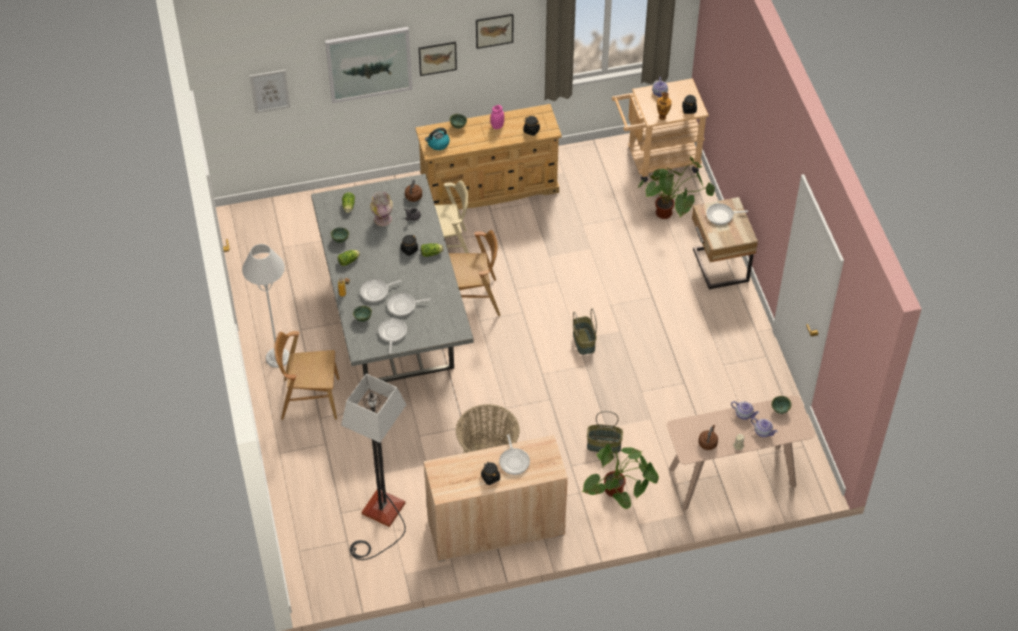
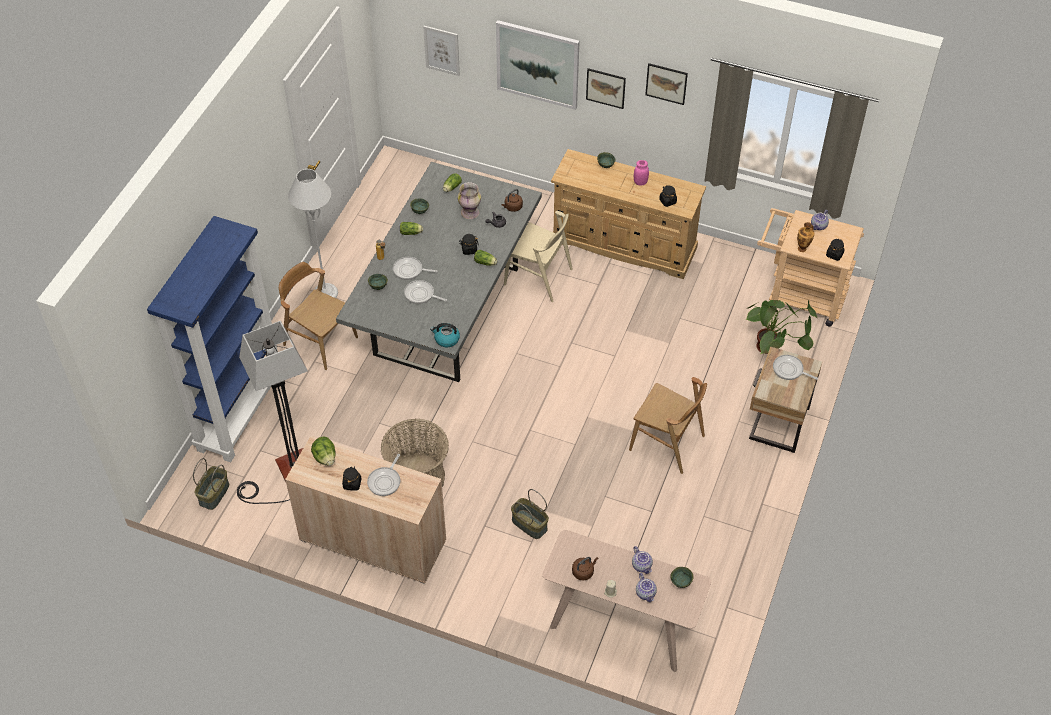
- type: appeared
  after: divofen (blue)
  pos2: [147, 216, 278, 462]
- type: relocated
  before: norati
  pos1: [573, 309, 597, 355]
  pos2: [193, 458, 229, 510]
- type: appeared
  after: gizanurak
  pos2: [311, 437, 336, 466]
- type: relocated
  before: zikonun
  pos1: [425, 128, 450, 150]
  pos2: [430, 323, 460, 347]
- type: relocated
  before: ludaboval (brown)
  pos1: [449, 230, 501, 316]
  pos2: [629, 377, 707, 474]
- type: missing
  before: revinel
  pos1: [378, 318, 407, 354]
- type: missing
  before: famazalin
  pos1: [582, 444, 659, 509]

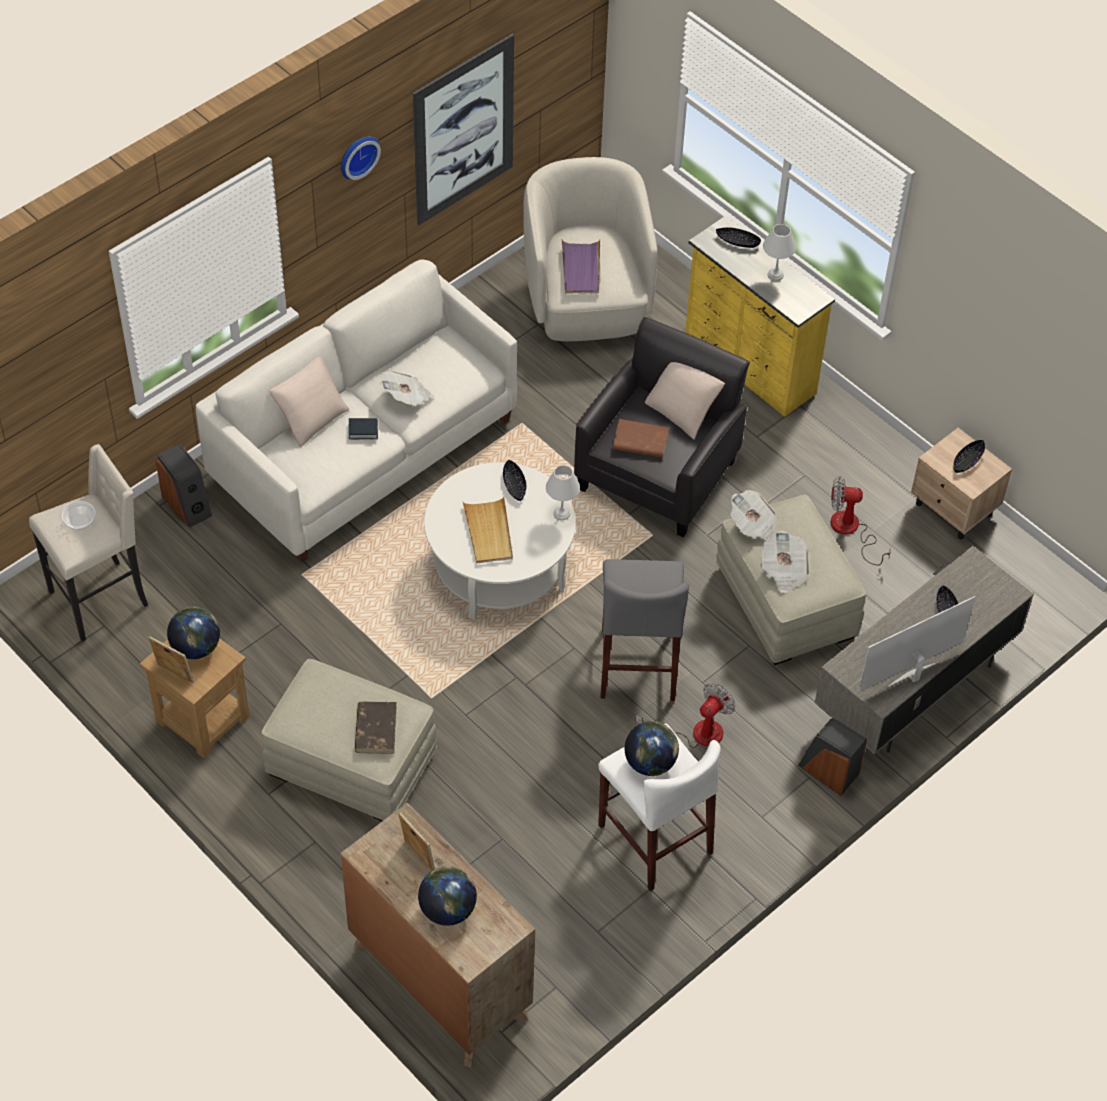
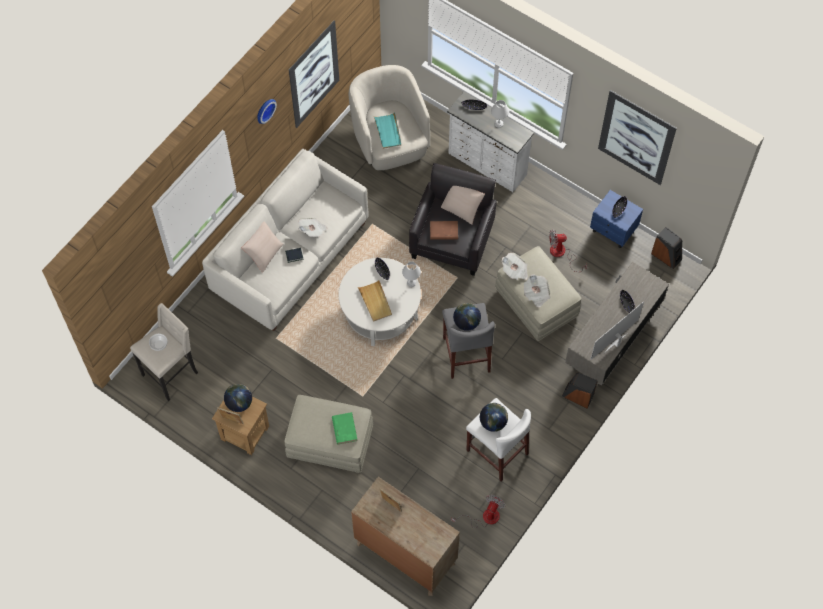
- type: colour
  before: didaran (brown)
  after: didaran (green)
  pos1: [355, 701, 397, 754]
  pos2: [332, 412, 357, 444]
- type: colour
  before: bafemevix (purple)
  after: bafemevix (turquoise)
  pos1: [562, 240, 600, 294]
  pos2: [374, 112, 401, 149]
- type: colour
  before: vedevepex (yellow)
  after: vedevepex (white)
  pos1: [685, 216, 835, 417]
  pos2: [447, 92, 534, 192]
- type: relocated
  before: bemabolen
  pos1: [636, 683, 735, 748]
  pos2: [451, 495, 505, 528]
- type: relocated
  before: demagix
  pos1: [418, 866, 477, 926]
  pos2: [453, 303, 481, 331]
- type: colour
  before: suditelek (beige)
  after: suditelek (blue)
  pos1: [911, 428, 1012, 539]
  pos2: [590, 190, 643, 248]
- type: appeared
  after: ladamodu
  pos2: [598, 90, 677, 185]
- type: relocated
  before: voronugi
  pos1: [156, 444, 212, 527]
  pos2: [651, 227, 682, 269]

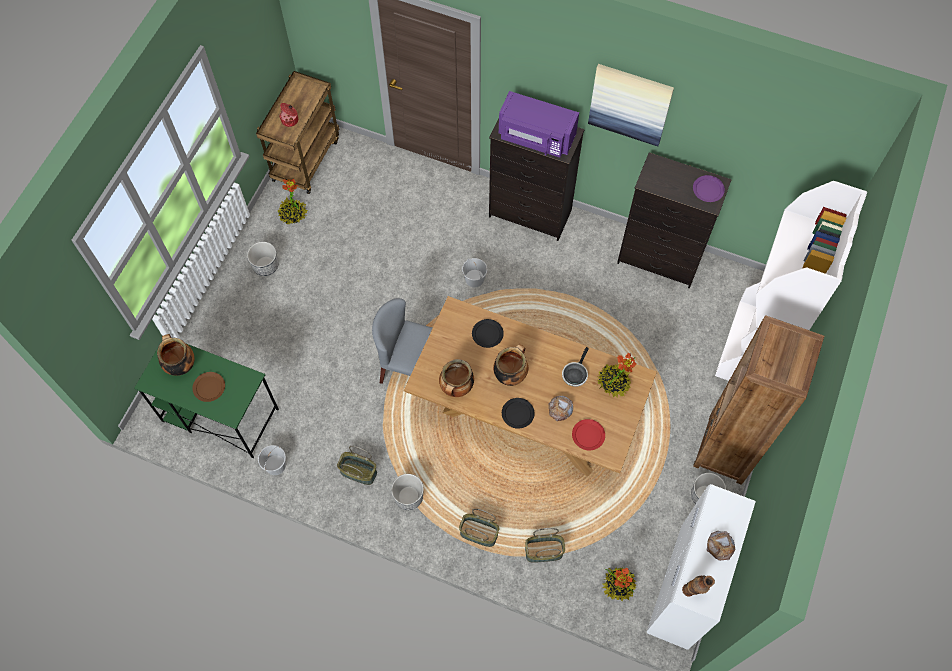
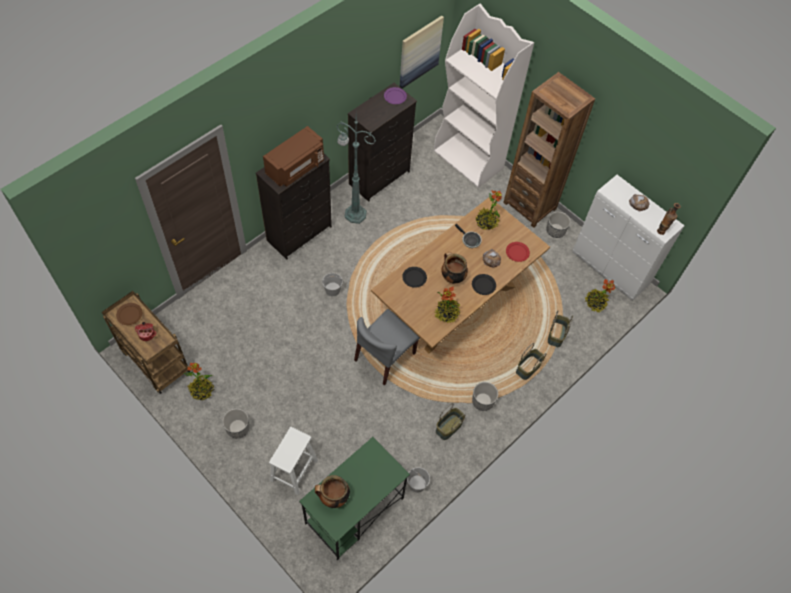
- type: relocated
  before: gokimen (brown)
  pos1: [192, 372, 225, 402]
  pos2: [116, 303, 142, 325]
- type: colour
  before: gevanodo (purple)
  after: gevanodo (brown)
  pos1: [499, 91, 579, 158]
  pos2: [263, 126, 324, 187]
- type: appeared
  after: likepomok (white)
  pos2: [269, 427, 318, 495]
- type: appeared
  after: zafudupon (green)
  pos2: [336, 115, 376, 224]
- type: relocated
  before: ladamodu
  pos1: [588, 64, 674, 146]
  pos2: [400, 16, 444, 89]
- type: exchanged
  before: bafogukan
  after: famazalin
  pos1: [439, 359, 474, 397]
  pos2: [434, 286, 461, 323]

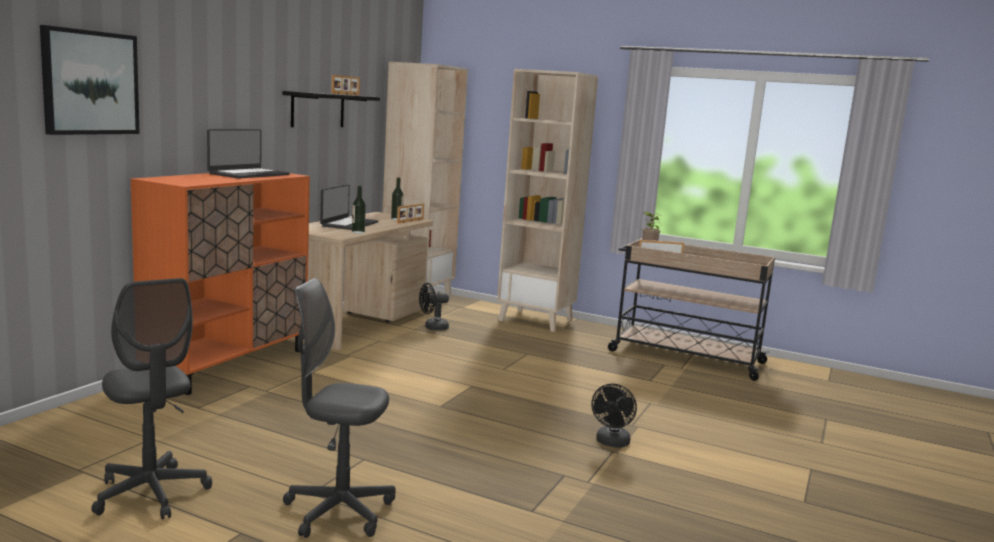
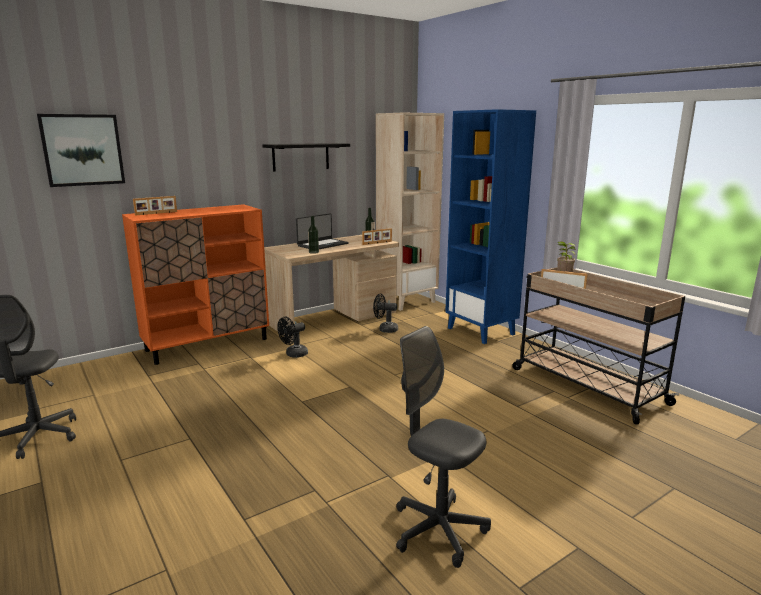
- type: relocated
  before: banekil
  pos1: [331, 75, 360, 95]
  pos2: [133, 196, 177, 216]
- type: relocated
  before: bemabolen (black)
  pos1: [591, 384, 637, 448]
  pos2: [277, 317, 308, 358]
- type: relocated
  before: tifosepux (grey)
  pos1: [283, 278, 396, 538]
  pos2: [396, 326, 491, 568]
- type: colour
  before: divofen (beige)
  after: divofen (blue)
  pos1: [497, 69, 598, 332]
  pos2: [445, 109, 536, 344]
- type: missing
  before: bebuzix
  pos1: [207, 129, 289, 178]

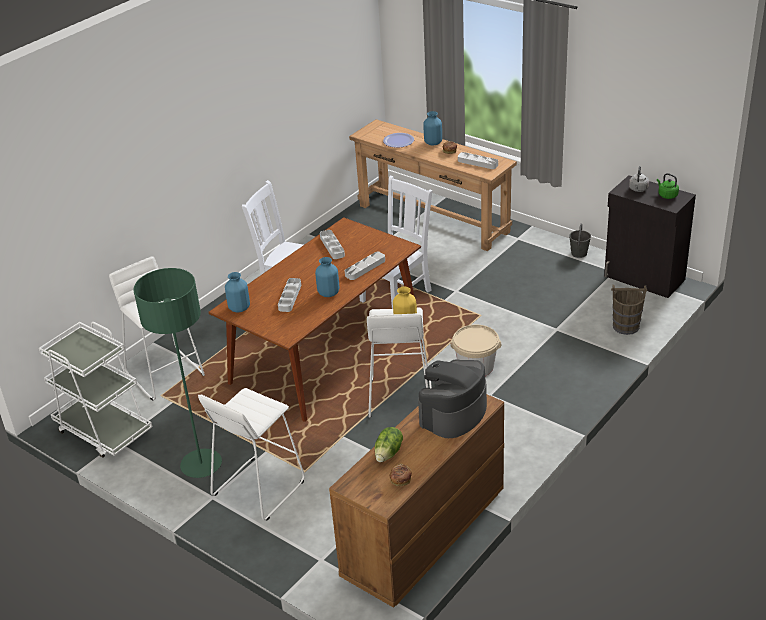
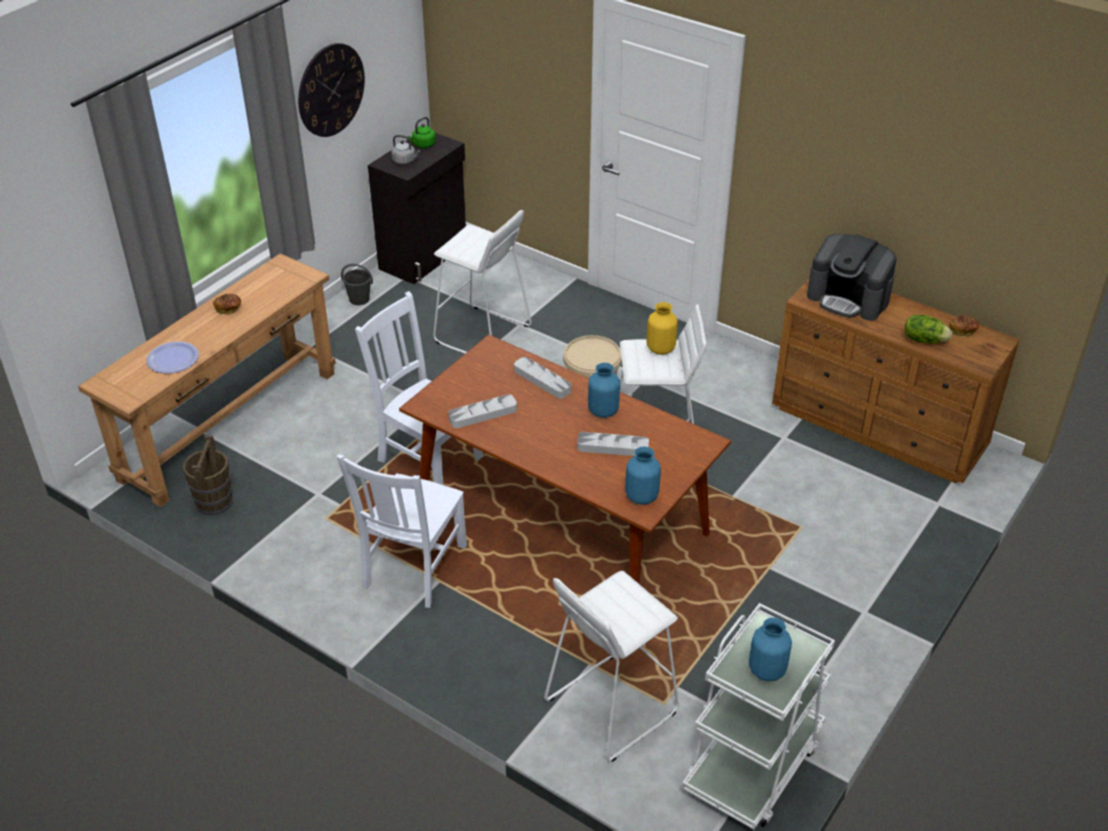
- type: relocated
  before: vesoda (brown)
  pos1: [611, 285, 647, 335]
  pos2: [183, 436, 233, 515]
- type: appeared
  after: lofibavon
  pos2: [298, 43, 365, 137]
- type: relocated
  before: likepomok (white)
  pos1: [198, 388, 305, 521]
  pos2: [433, 210, 532, 354]
- type: relocated
  before: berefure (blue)
  pos1: [423, 111, 442, 145]
  pos2: [749, 617, 792, 681]
- type: missing
  before: zafudupon (green)
  pos1: [133, 268, 222, 478]
- type: missing
  before: bafemevix (grey)
  pos1: [458, 152, 498, 169]

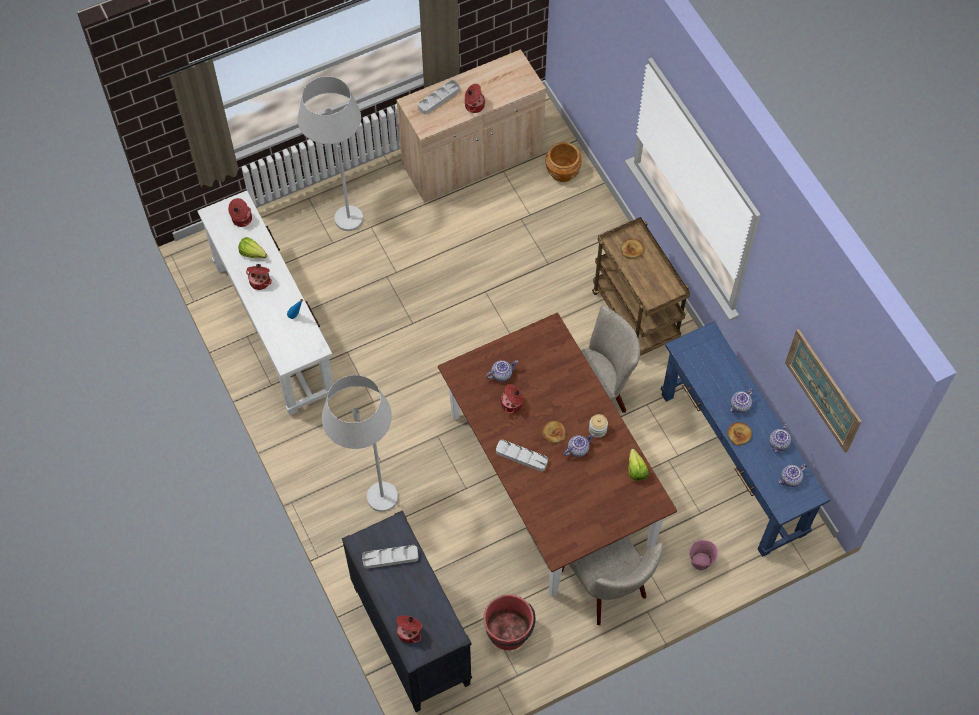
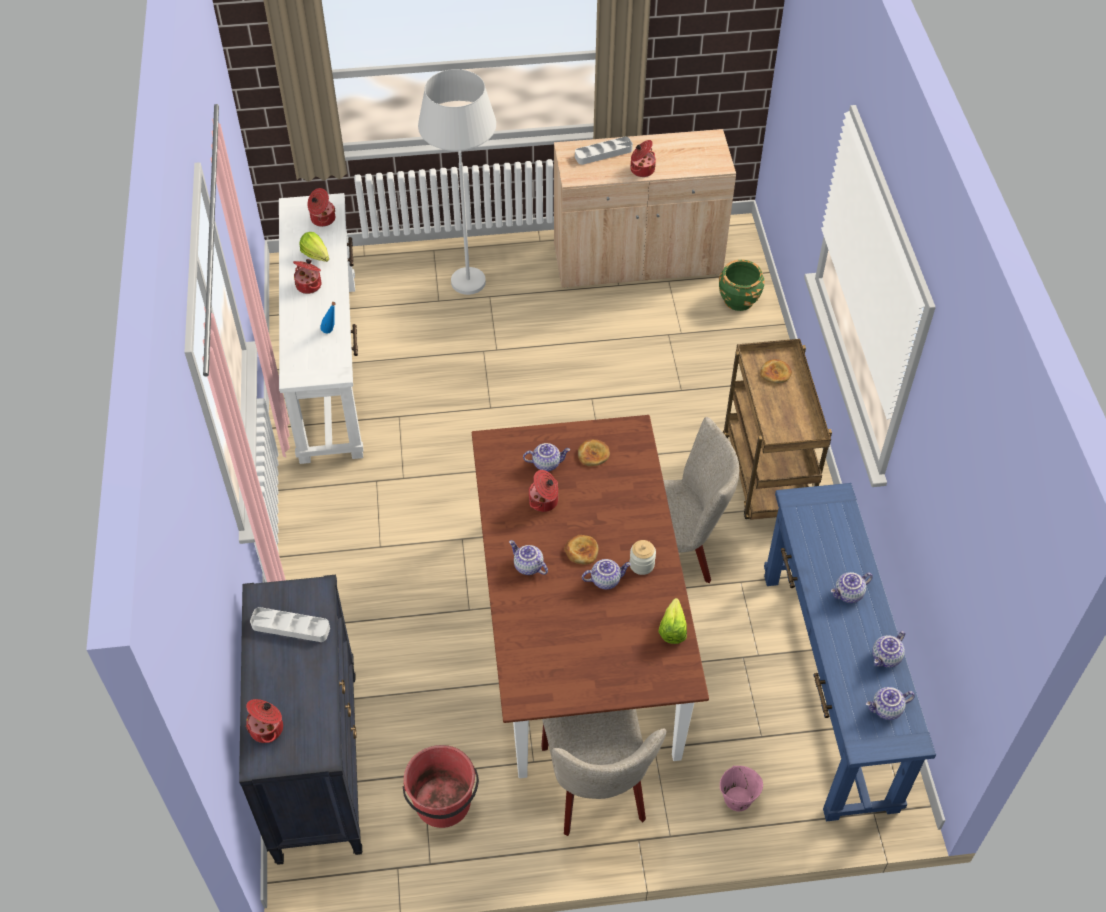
- type: exchanged
  before: bafemevix (grey)
  after: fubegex
  pos1: [496, 440, 548, 472]
  pos2: [509, 540, 548, 575]
- type: relocated
  before: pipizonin
  pos1: [727, 422, 752, 446]
  pos2: [578, 439, 610, 466]
- type: colour
  before: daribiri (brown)
  after: daribiri (green)
  pos1: [545, 142, 582, 182]
  pos2: [719, 260, 765, 311]
- type: missing
  before: zafudupon (white)
  pos1: [322, 375, 398, 512]
- type: missing
  before: ladamodu
  pos1: [785, 329, 862, 453]

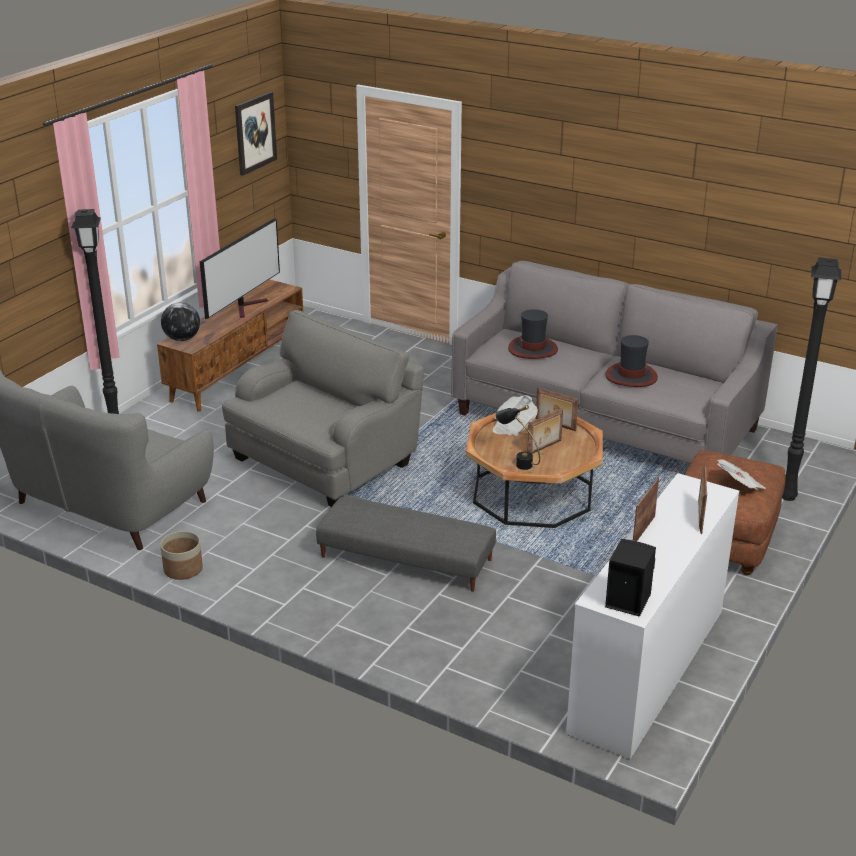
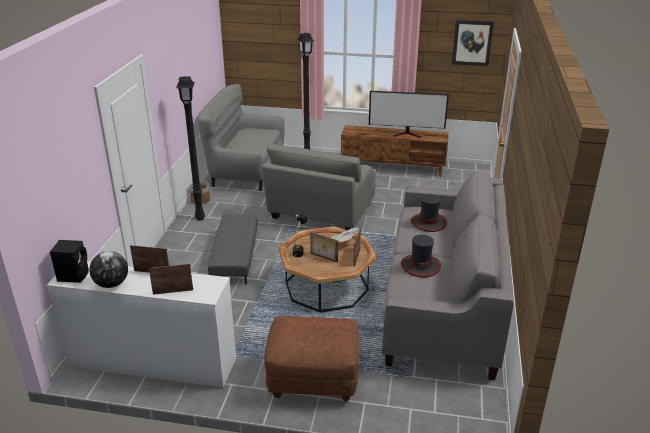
- type: relocated
  before: demagix
  pos1: [161, 302, 200, 341]
  pos2: [89, 251, 128, 288]
- type: relocated
  before: zafudupon (black)
  pos1: [782, 257, 841, 501]
  pos2: [176, 76, 205, 221]
- type: spun
  before: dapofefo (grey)
  pos1: [222, 310, 424, 507]
  pos2: [262, 144, 376, 230]
  turn: 90
- type: missing
  before: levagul
  pos1: [717, 459, 766, 490]

